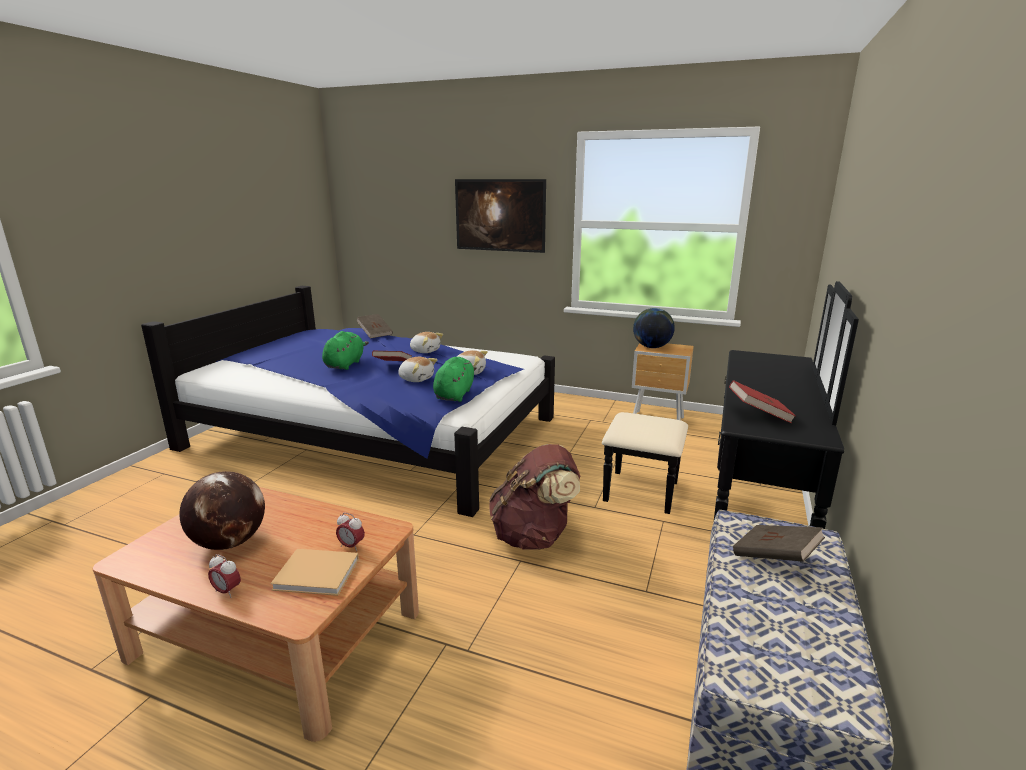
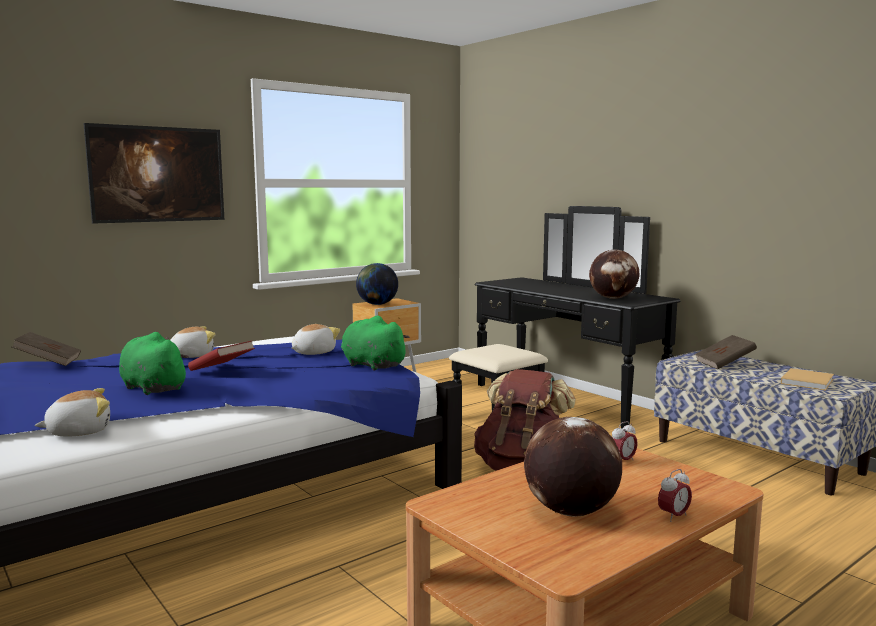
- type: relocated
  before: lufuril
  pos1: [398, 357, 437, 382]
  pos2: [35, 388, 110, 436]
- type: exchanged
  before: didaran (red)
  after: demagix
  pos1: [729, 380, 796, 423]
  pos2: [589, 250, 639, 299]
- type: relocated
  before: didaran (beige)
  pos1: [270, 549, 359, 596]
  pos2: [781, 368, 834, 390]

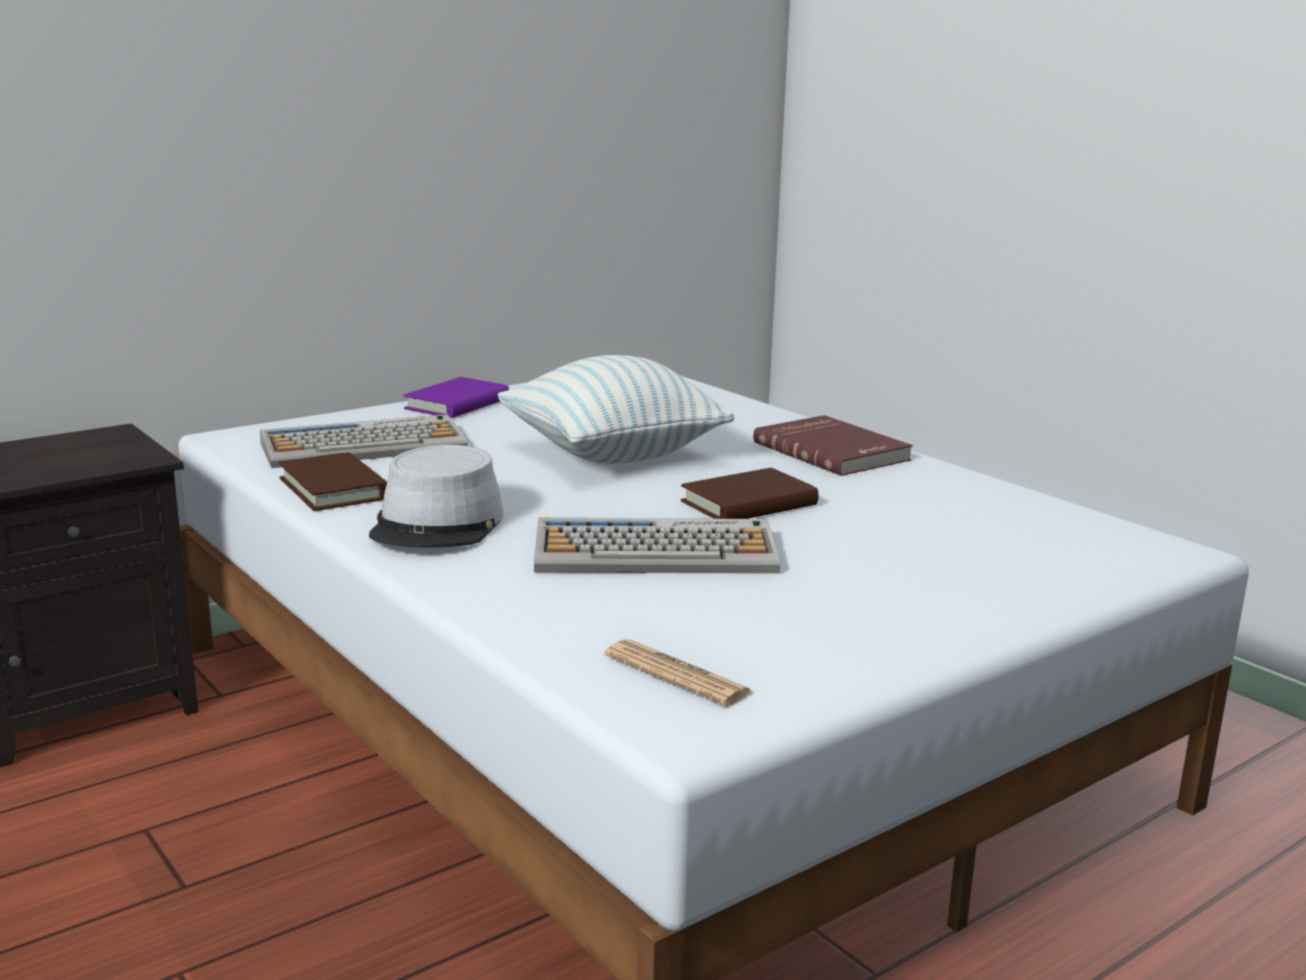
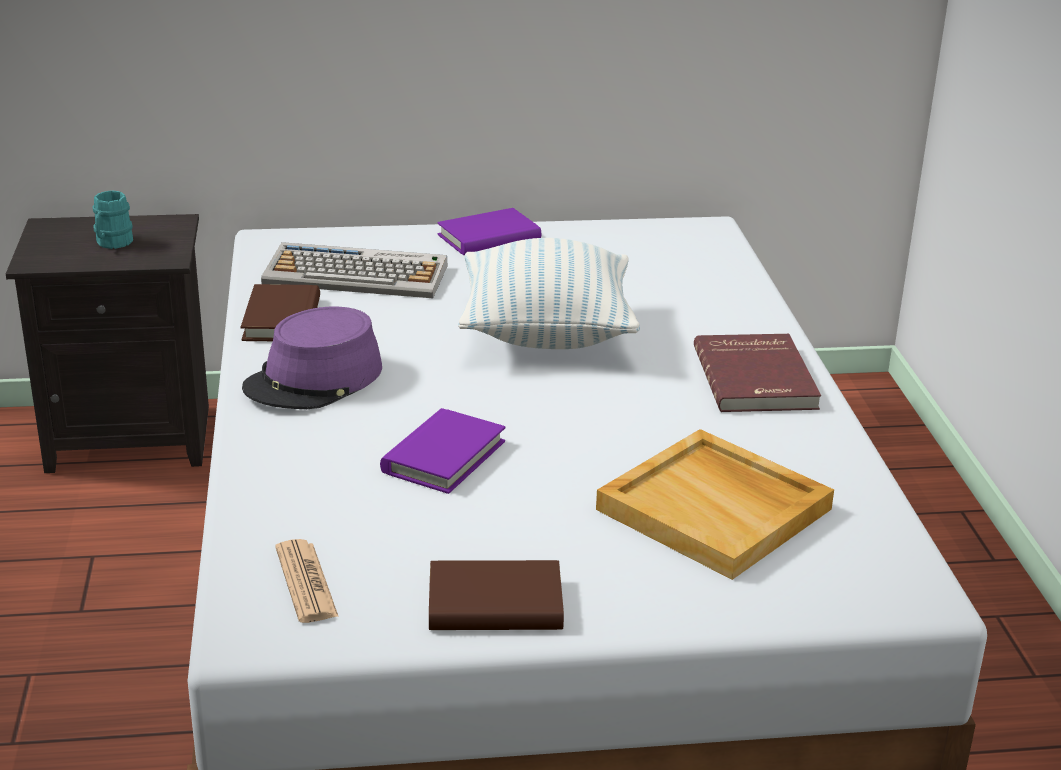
- type: appeared
  after: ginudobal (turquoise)
  pos2: [93, 190, 133, 249]
- type: colour
  before: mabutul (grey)
  after: mabutul (purple)
  pos1: [369, 445, 503, 548]
  pos2: [242, 307, 382, 409]
- type: exchanged
  before: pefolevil
  after: didaran (purple)
  pos1: [534, 518, 781, 574]
  pos2: [380, 408, 506, 494]
- type: relocated
  before: didaran (brown)
  pos1: [681, 468, 819, 519]
  pos2: [429, 560, 564, 630]
- type: appeared
  after: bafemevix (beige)
  pos2: [596, 429, 834, 580]

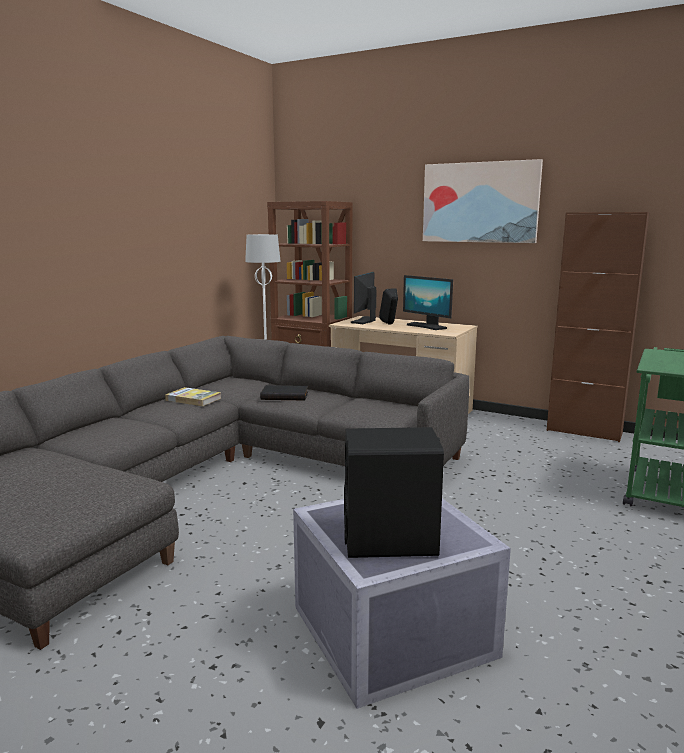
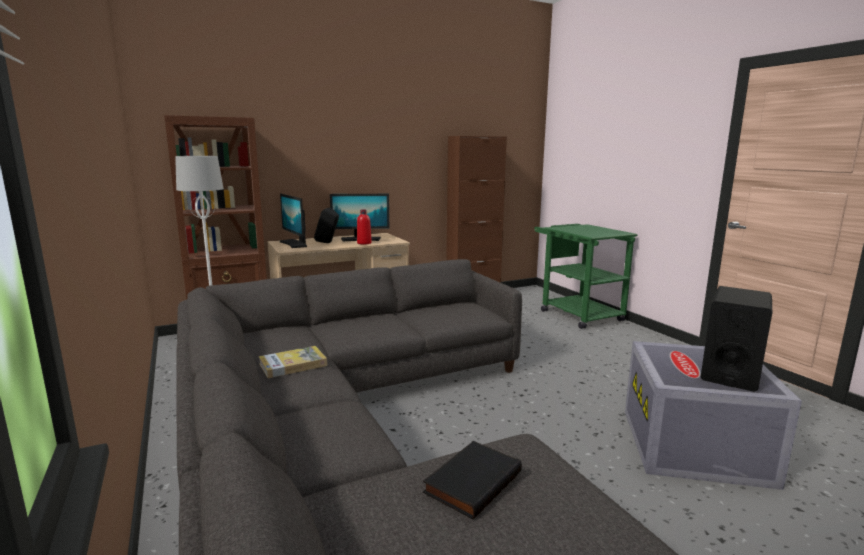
- type: appeared
  after: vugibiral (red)
  pos2: [357, 210, 372, 244]
- type: relocated
  before: didaran (black)
  pos1: [260, 385, 308, 400]
  pos2: [423, 441, 522, 520]
- type: missing
  before: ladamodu
  pos1: [423, 159, 543, 243]

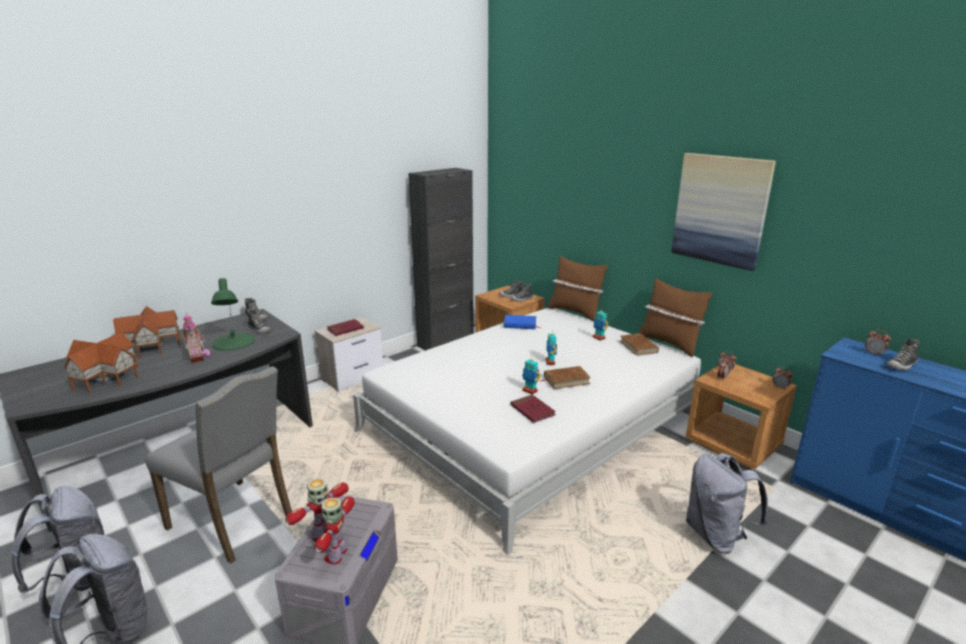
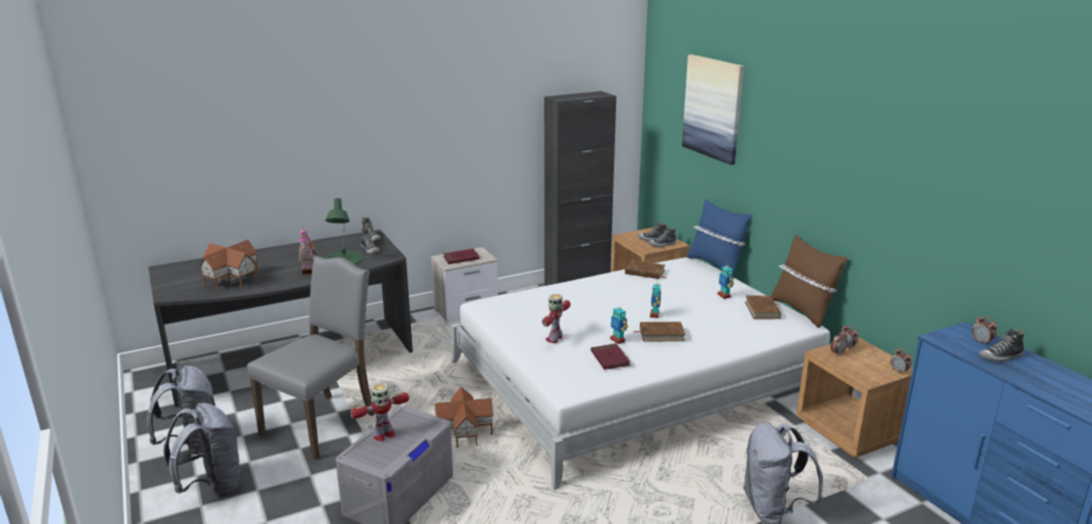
- type: spun
  before: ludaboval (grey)
  pos1: [145, 366, 292, 564]
  pos2: [247, 256, 376, 460]
  turn: -105
- type: relocated
  before: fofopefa
  pos1: [113, 306, 181, 358]
  pos2: [435, 387, 494, 448]
- type: relocated
  before: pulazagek
  pos1: [314, 497, 355, 564]
  pos2: [542, 294, 571, 343]
- type: colour
  before: didaran (blue)
  after: didaran (brown)
  pos1: [504, 315, 541, 329]
  pos2: [625, 260, 667, 279]
- type: relocated
  before: ladamodu
  pos1: [671, 153, 776, 271]
  pos2: [682, 54, 744, 165]
- type: colour
  before: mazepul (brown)
  after: mazepul (blue)
  pos1: [547, 256, 608, 321]
  pos2: [686, 199, 752, 276]

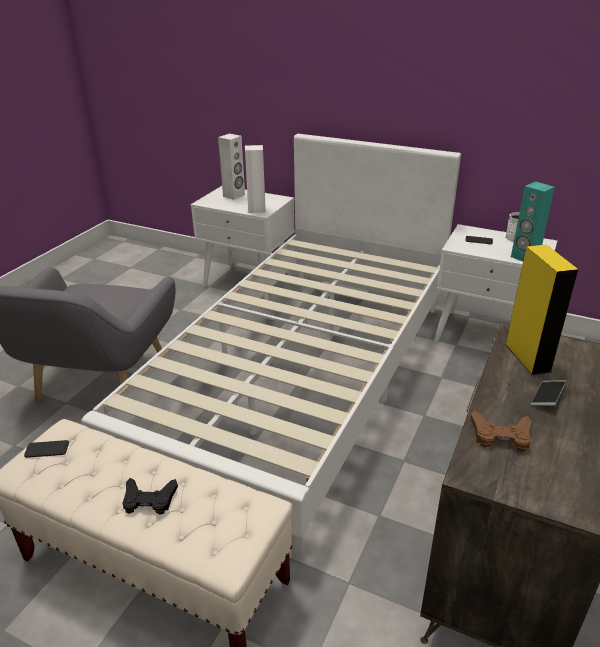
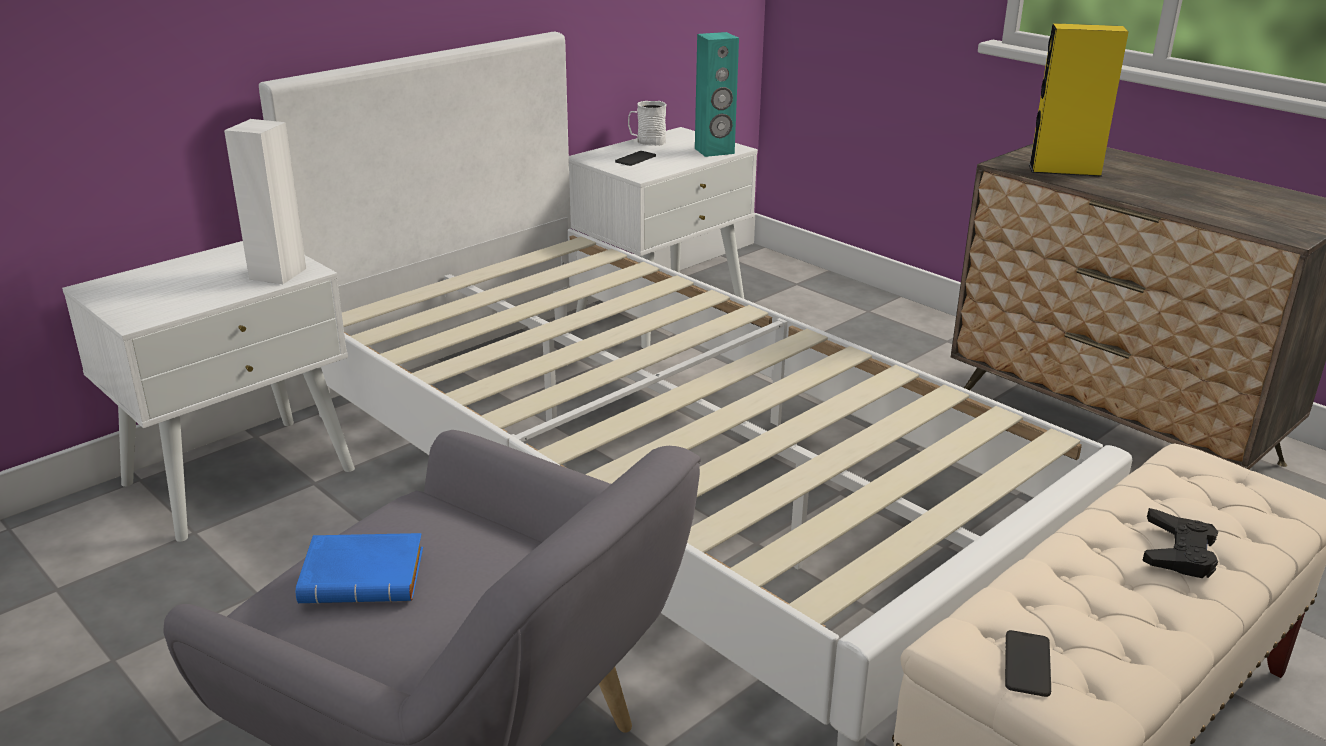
- type: appeared
  after: didaran (blue)
  pos2: [296, 533, 423, 604]
- type: missing
  before: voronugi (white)
  pos1: [218, 134, 245, 200]
- type: missing
  before: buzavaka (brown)
  pos1: [470, 410, 532, 452]
- type: missing
  before: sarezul
  pos1: [531, 380, 566, 406]

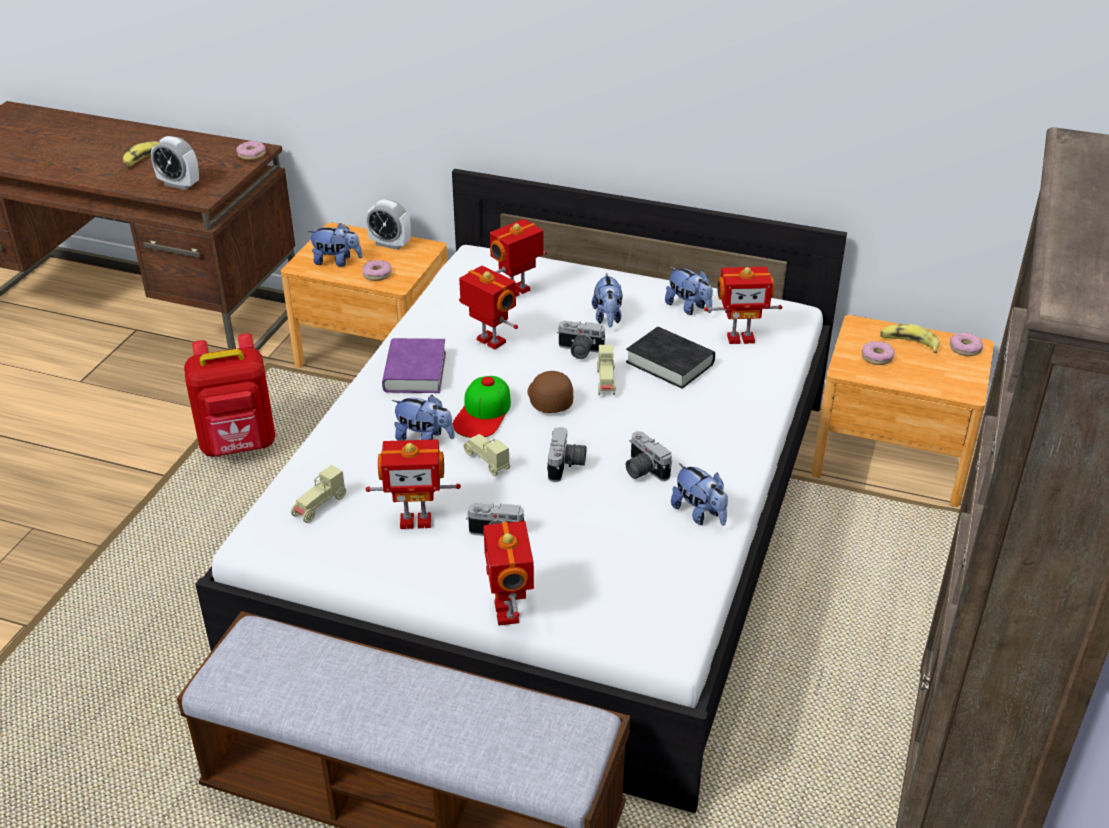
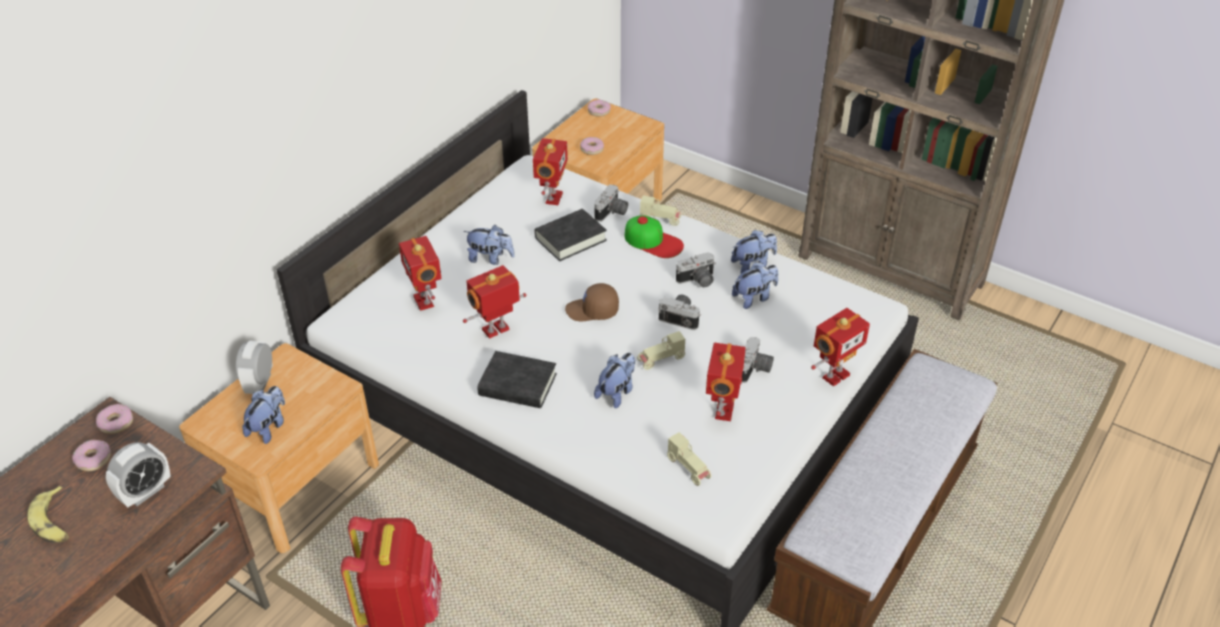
- type: relocated
  before: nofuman
  pos1: [362, 260, 392, 281]
  pos2: [72, 440, 111, 471]
- type: spun
  before: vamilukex
  pos1: [366, 199, 411, 250]
  pos2: [236, 341, 273, 394]
  turn: 150
- type: colour
  before: didaran (purple)
  after: didaran (black)
  pos1: [382, 338, 446, 393]
  pos2: [478, 351, 557, 408]
- type: relocated
  before: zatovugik
  pos1: [557, 321, 605, 359]
  pos2: [594, 185, 628, 222]
- type: relocated
  before: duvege
  pos1: [453, 376, 511, 438]
  pos2: [625, 215, 684, 258]
- type: relocated
  before: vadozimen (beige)
  pos1: [597, 345, 616, 395]
  pos2: [640, 195, 681, 226]
- type: relocated
  before: lufuril
  pos1: [665, 267, 713, 315]
  pos2: [732, 262, 778, 309]
- type: spun
  before: pulazagek
  pos1: [483, 521, 534, 626]
  pos2: [811, 308, 870, 387]
  turn: -45
- type: missing
  before: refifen
  pos1: [880, 324, 939, 353]

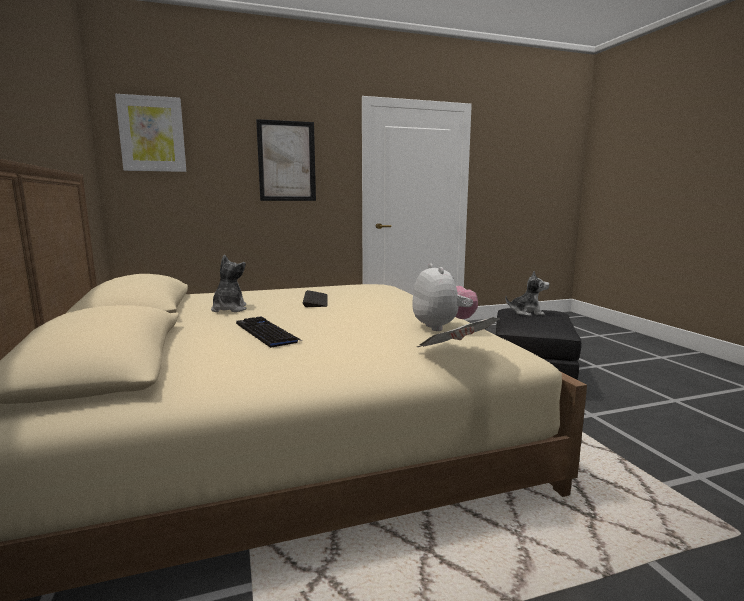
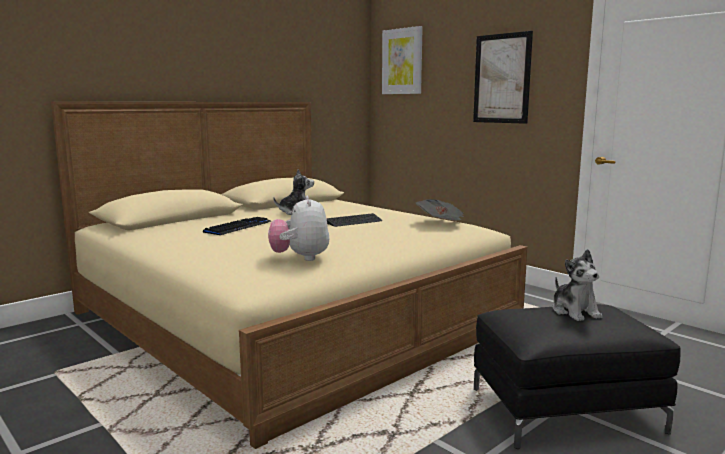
- type: spun
  before: lufuril
  pos1: [412, 264, 478, 331]
  pos2: [268, 195, 330, 261]
  turn: 120
- type: relocated
  before: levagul
  pos1: [417, 317, 500, 347]
  pos2: [415, 199, 464, 220]

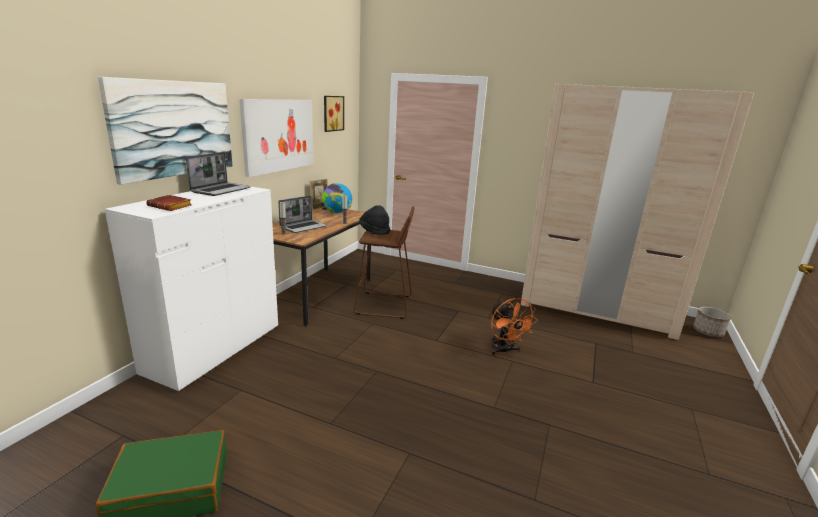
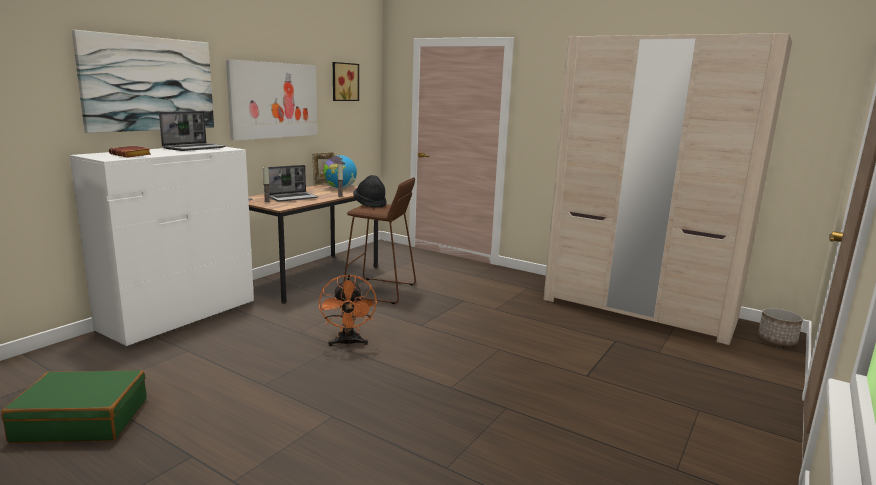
- type: relocated
  before: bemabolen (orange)
  pos1: [491, 297, 538, 355]
  pos2: [319, 274, 377, 347]

